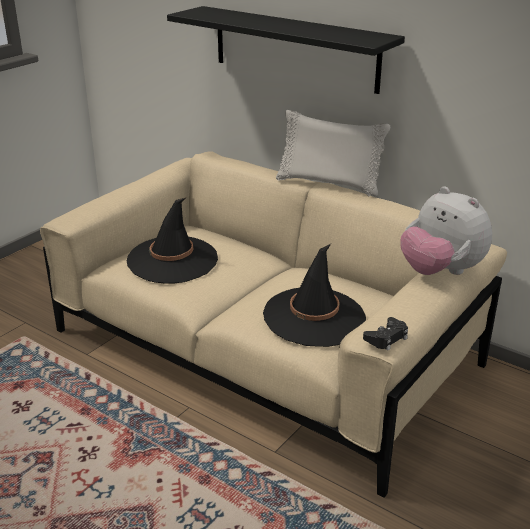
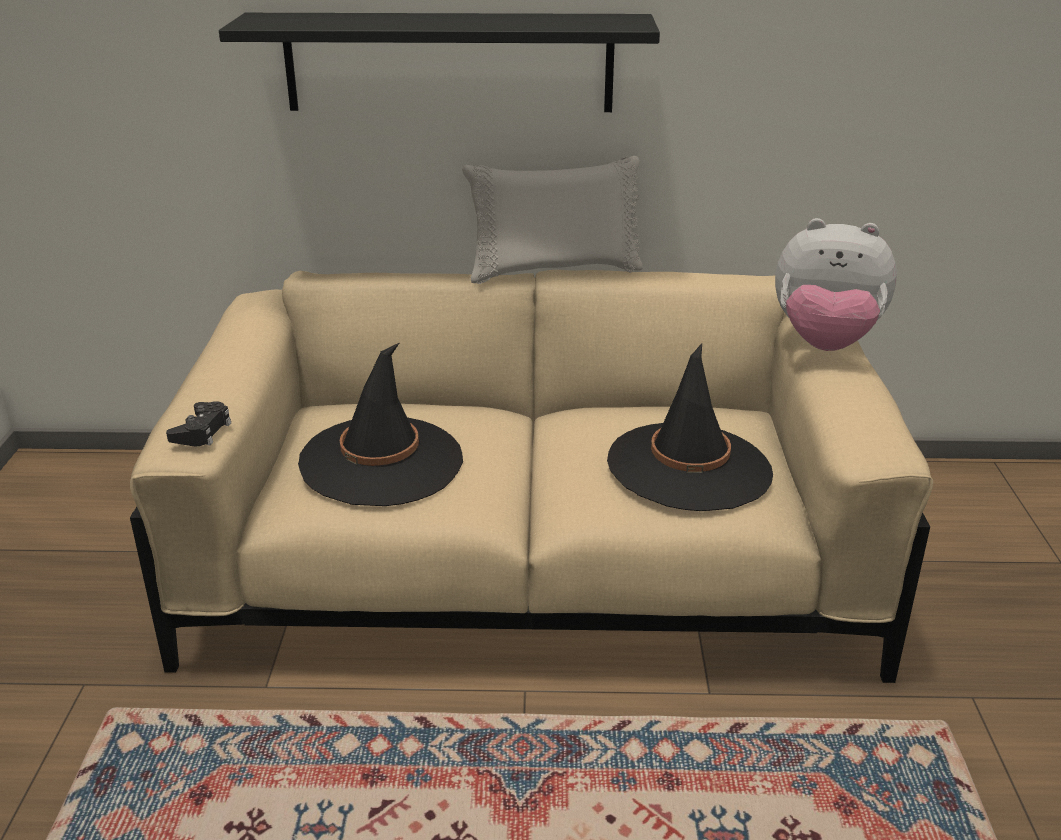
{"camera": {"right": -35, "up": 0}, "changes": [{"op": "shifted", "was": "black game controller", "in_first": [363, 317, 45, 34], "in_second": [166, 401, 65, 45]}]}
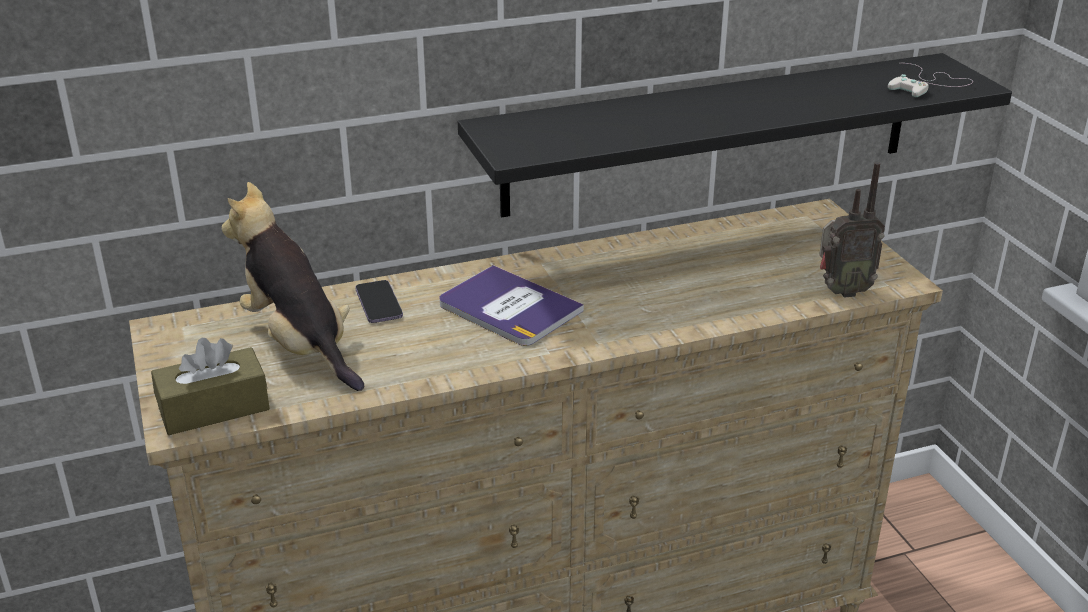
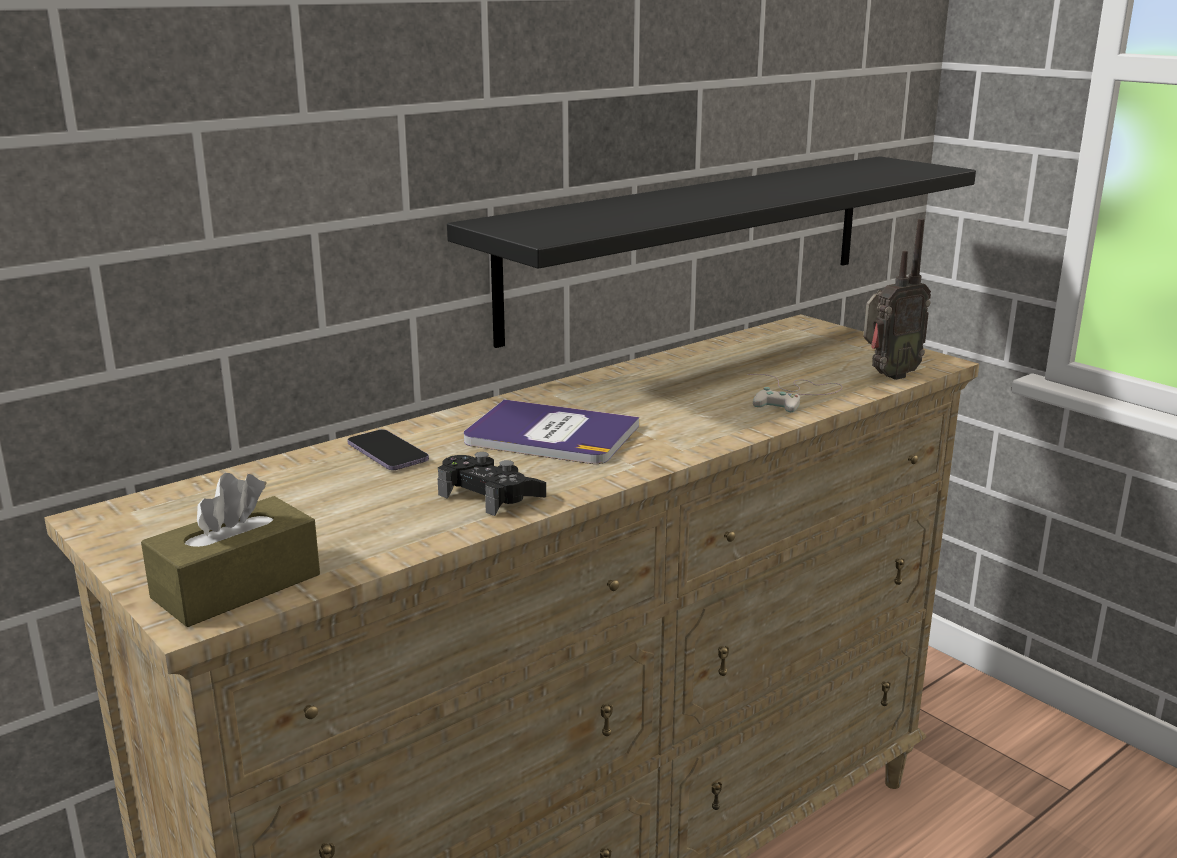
{"camera": {"right": -20, "up": -10}, "changes": [{"op": "gone", "was": "plush toy", "in_first": [222, 182, 142, 209]}, {"op": "shifted", "was": "white game controller", "in_first": [888, 63, 85, 34], "in_second": [747, 374, 95, 38]}, {"op": "new", "now": "black game controller", "in_second": [438, 452, 108, 64]}]}
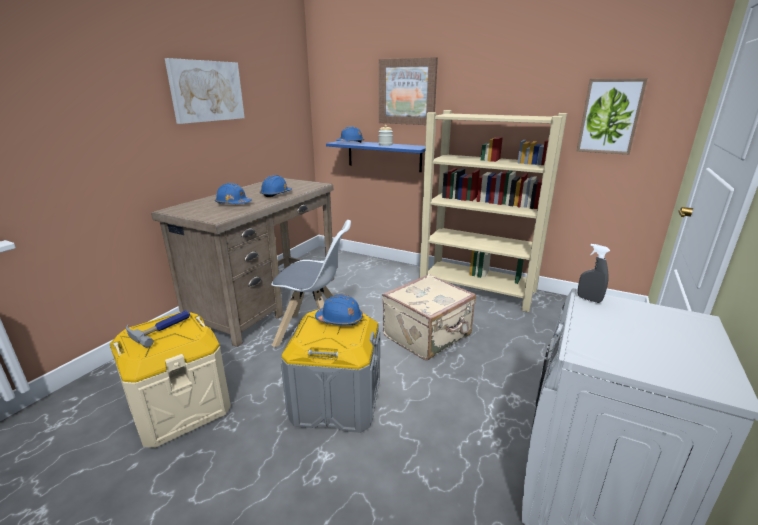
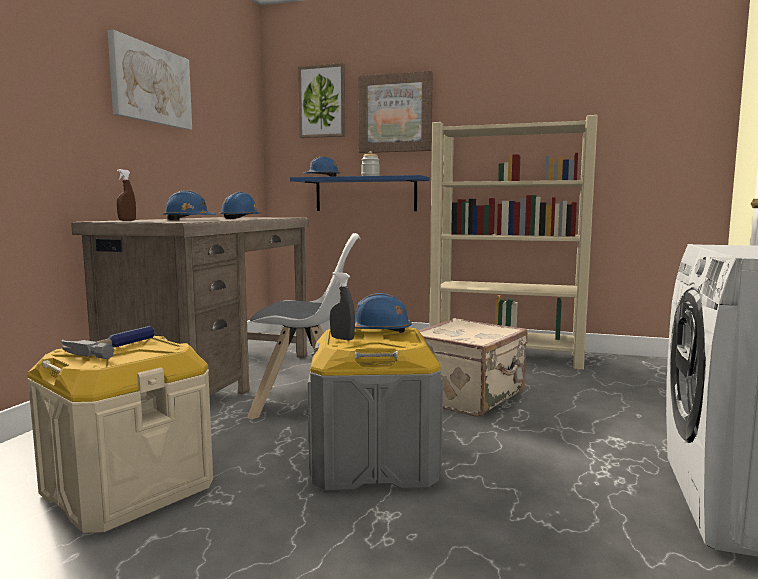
{"camera": {"right": -10, "up": -15}, "changes": [{"op": "shifted", "was": "picture", "in_first": [576, 78, 72, 77], "in_second": [298, 63, 47, 75]}, {"op": "shifted", "was": "grey spray bottle", "in_first": [578, 244, 32, 59], "in_second": [330, 272, 25, 69]}, {"op": "new", "now": "brown spray bottle", "in_second": [117, 169, 19, 52]}]}
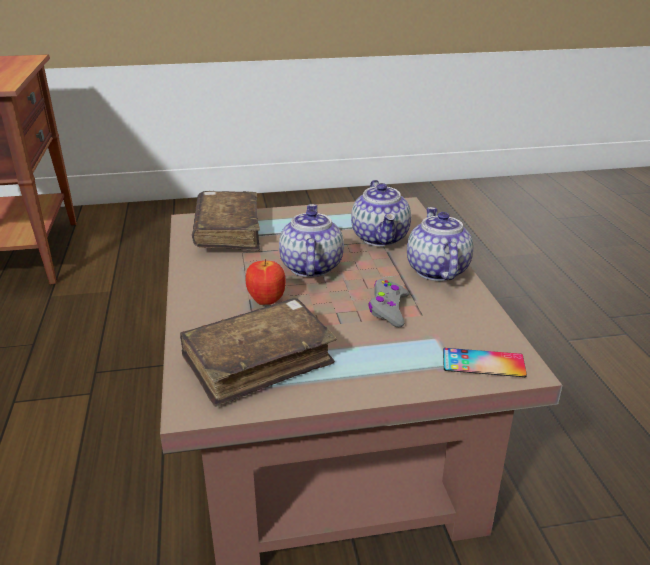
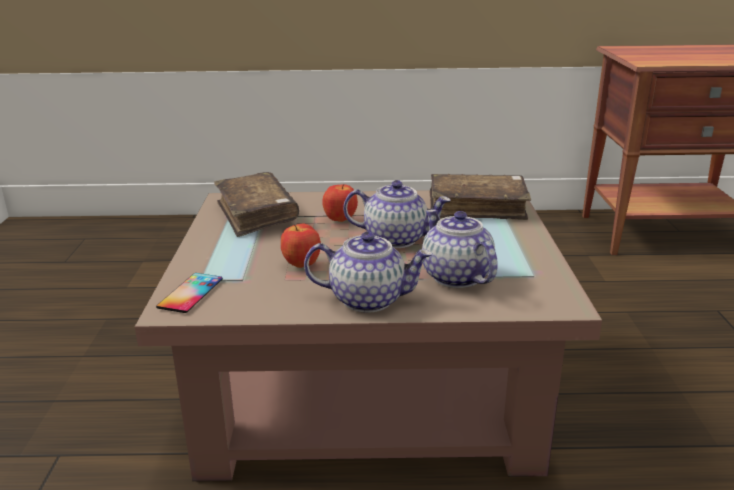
{"camera": {"right": 100, "up": -5}, "changes": [{"op": "rotated", "was": "teapot", "in_first": [351, 180, 60, 66], "in_second": [422, 210, 76, 78], "clockwise": 60}, {"op": "swapped", "was": "grey game controller", "now": "apple", "in_first": [368, 279, 42, 48], "in_second": [281, 223, 40, 45]}]}
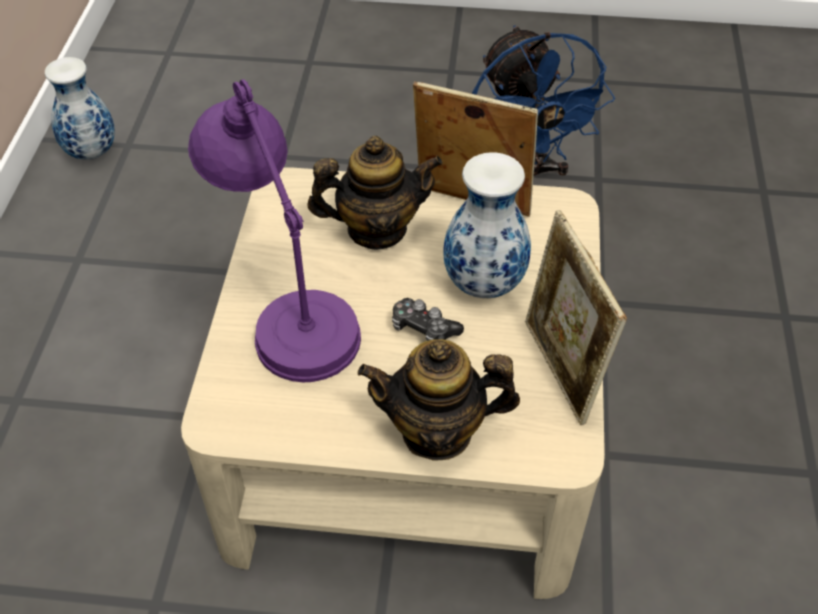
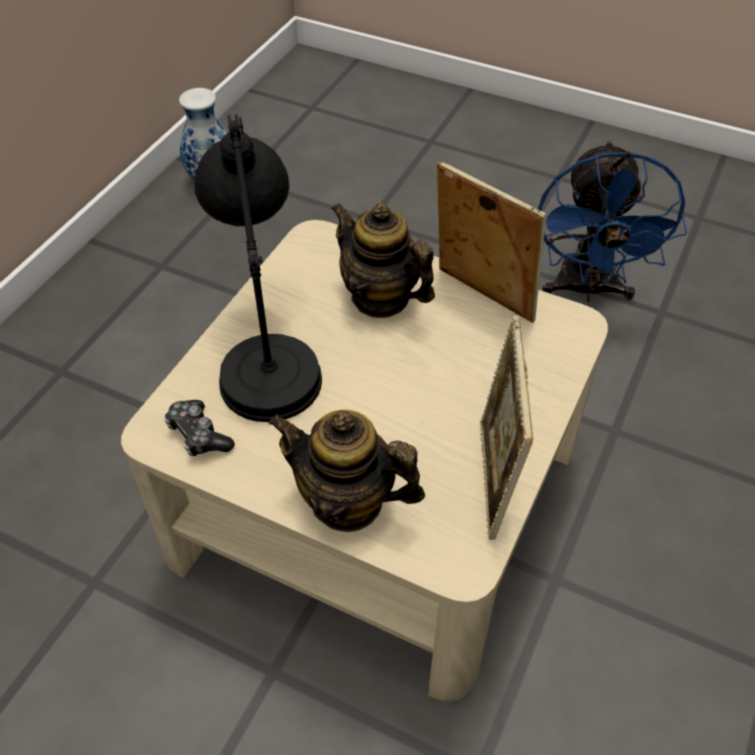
{"camera": {"right": 20, "up": 0}, "changes": [{"op": "repainted", "was": "purple table lamp", "now": "black table lamp", "in_first": [188, 79, 173, 303], "in_second": [194, 114, 128, 308]}, {"op": "rotated", "was": "teapot", "in_first": [308, 136, 135, 114], "in_second": [331, 203, 104, 115], "clockwise": -150}, {"op": "shifted", "was": "game controller", "in_first": [392, 298, 72, 43], "in_second": [164, 400, 71, 56]}, {"op": "gone", "was": "vase", "in_first": [443, 152, 88, 146]}]}
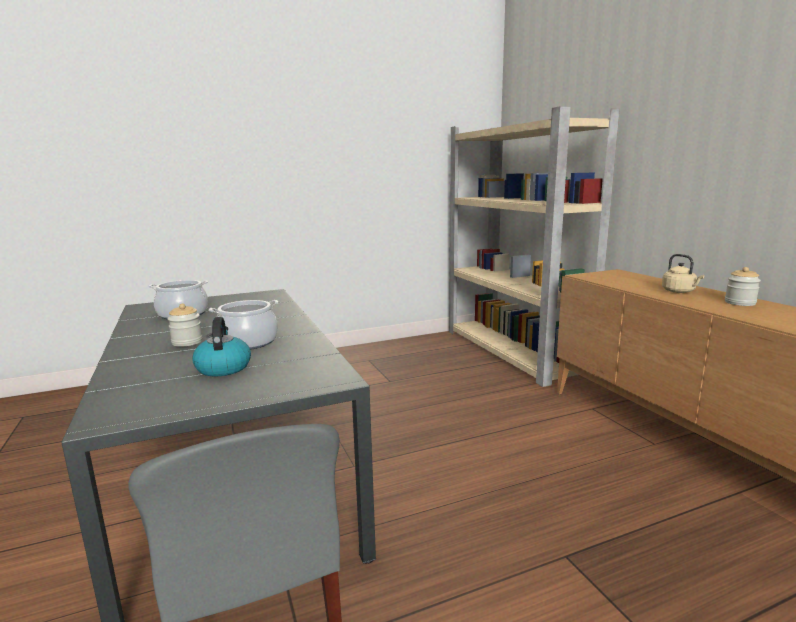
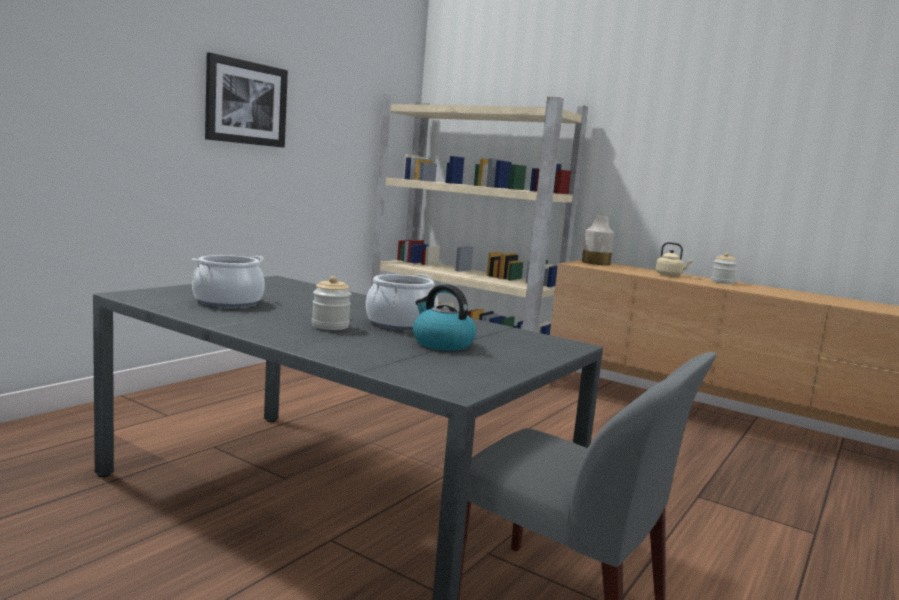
{"camera": {"right": -35, "up": -5}, "changes": [{"op": "new", "now": "picture", "in_second": [205, 52, 83, 96]}, {"op": "new", "now": "beige vase", "in_second": [582, 216, 32, 49]}]}
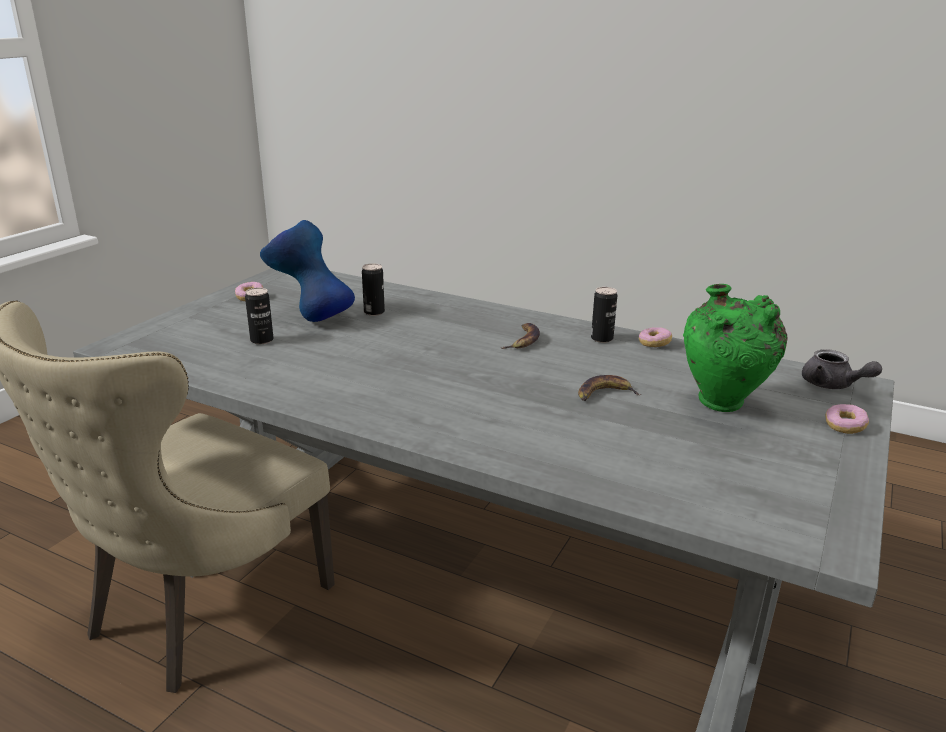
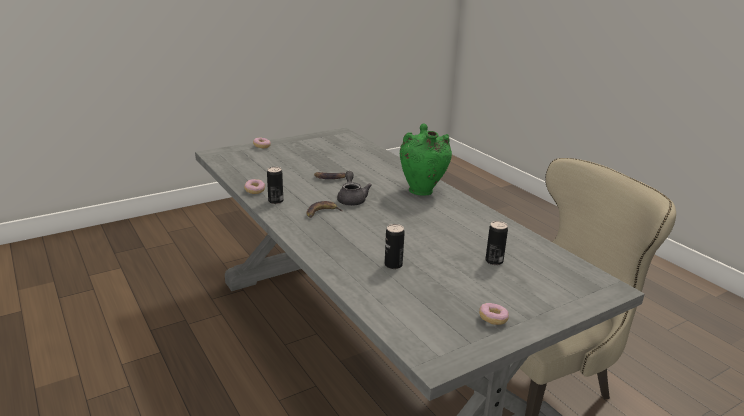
{"camera": {"right": -150, "up": 0}, "changes": [{"op": "gone", "was": "blue vase", "in_first": [260, 220, 95, 102]}, {"op": "shifted", "was": "green vase", "in_first": [683, 284, 105, 128], "in_second": [400, 123, 52, 73]}, {"op": "shifted", "was": "grey teapot", "in_first": [802, 349, 80, 40], "in_second": [337, 171, 35, 35]}]}
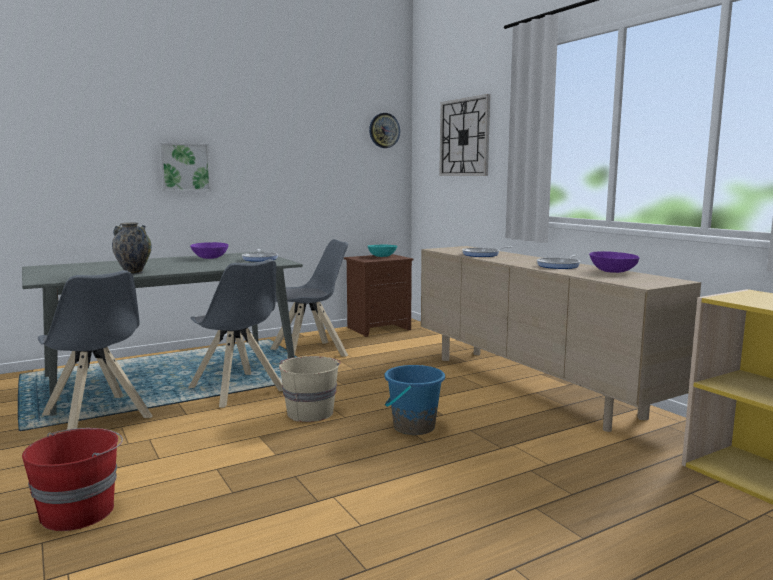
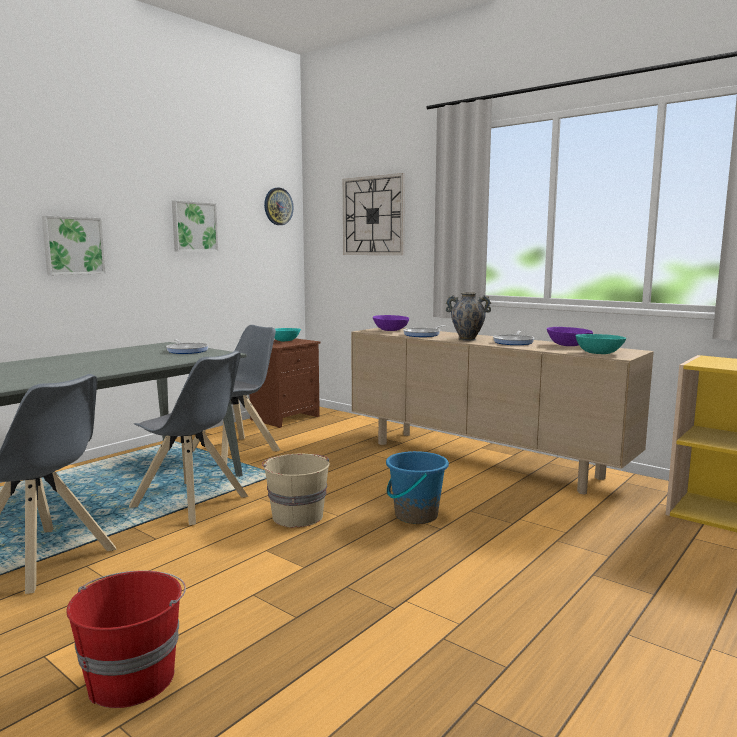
{"camera": {"right": -20, "up": 0}, "changes": [{"op": "shifted", "was": "vase", "in_first": [112, 223, 40, 51], "in_second": [446, 292, 45, 49]}, {"op": "shifted", "was": "purple bowl", "in_first": [190, 242, 39, 17], "in_second": [373, 315, 36, 16]}, {"op": "new", "now": "picture", "in_second": [172, 201, 46, 51]}, {"op": "new", "now": "turquoise bowl", "in_second": [576, 334, 50, 20]}]}
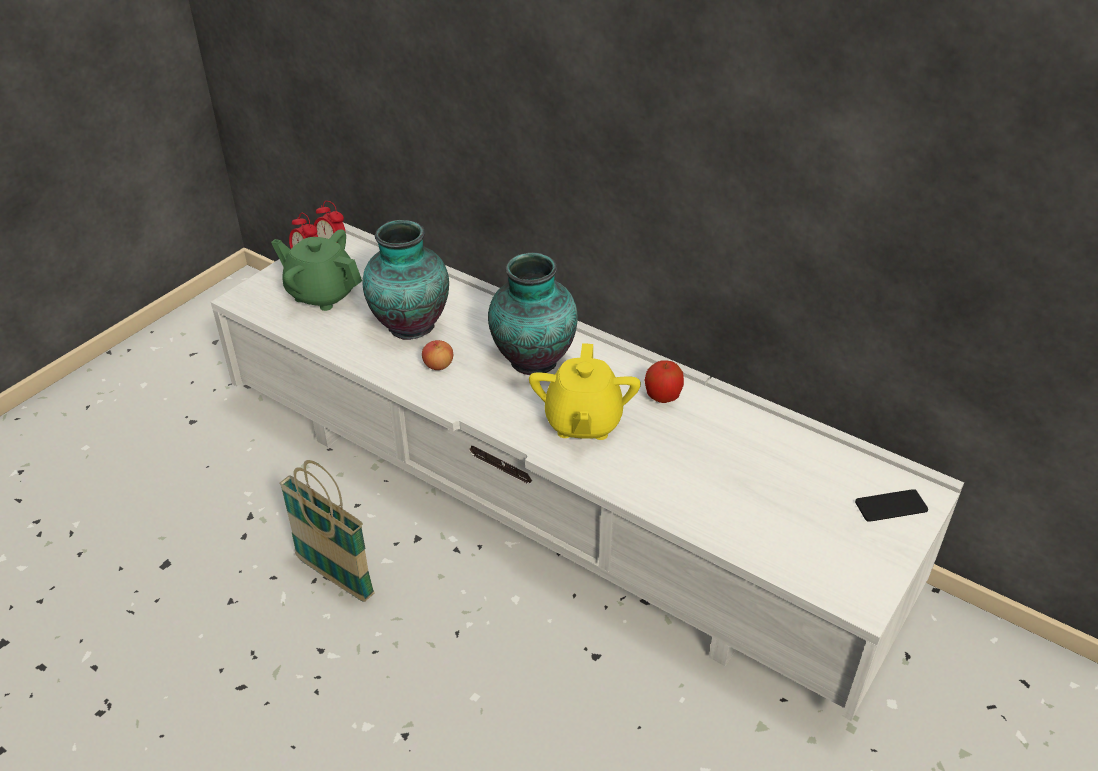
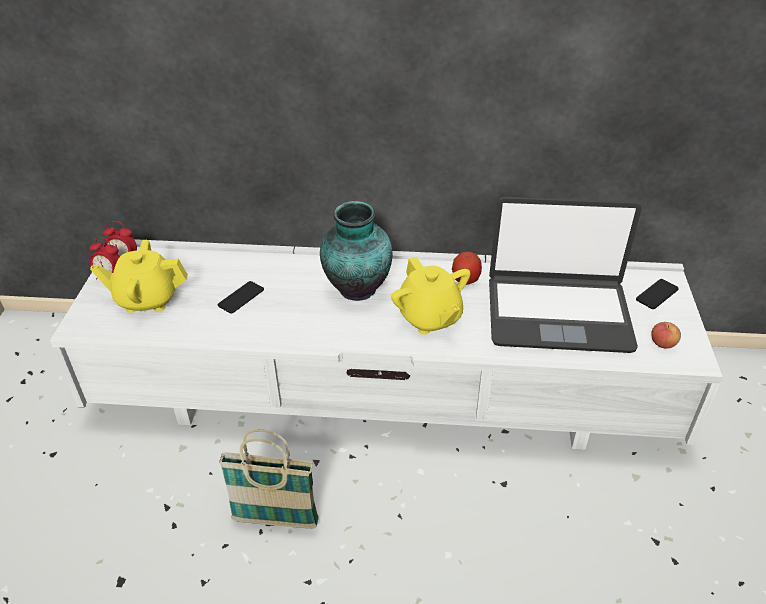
{"camera": {"right": -30, "up": 0}, "changes": [{"op": "repainted", "was": "green teapot", "now": "yellow teapot", "in_first": [271, 229, 91, 82], "in_second": [90, 240, 98, 73]}, {"op": "swapped", "was": "vase", "now": "phone", "in_first": [362, 220, 87, 120], "in_second": [218, 281, 46, 33]}, {"op": "shifted", "was": "apple", "in_first": [422, 340, 31, 30], "in_second": [651, 322, 30, 27]}, {"op": "new", "now": "laptop", "in_second": [489, 197, 153, 156]}]}
